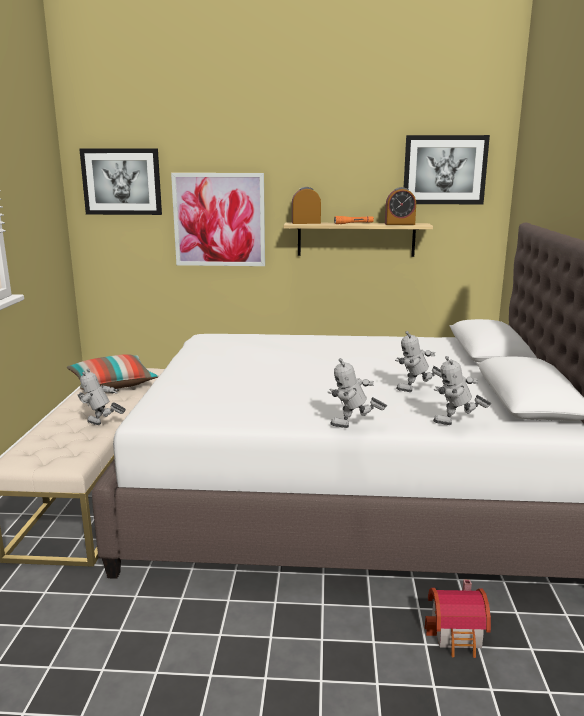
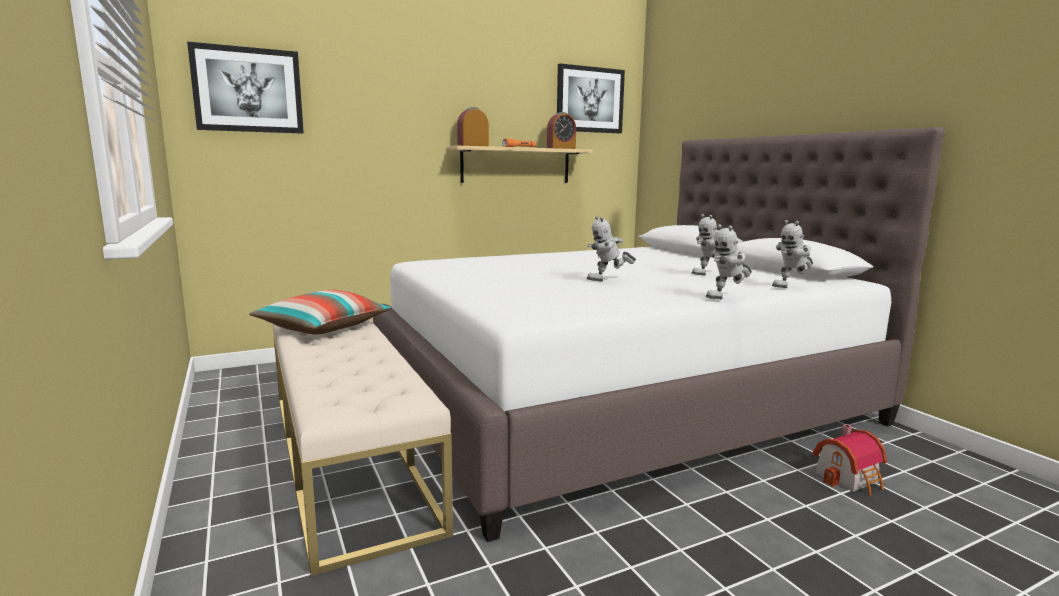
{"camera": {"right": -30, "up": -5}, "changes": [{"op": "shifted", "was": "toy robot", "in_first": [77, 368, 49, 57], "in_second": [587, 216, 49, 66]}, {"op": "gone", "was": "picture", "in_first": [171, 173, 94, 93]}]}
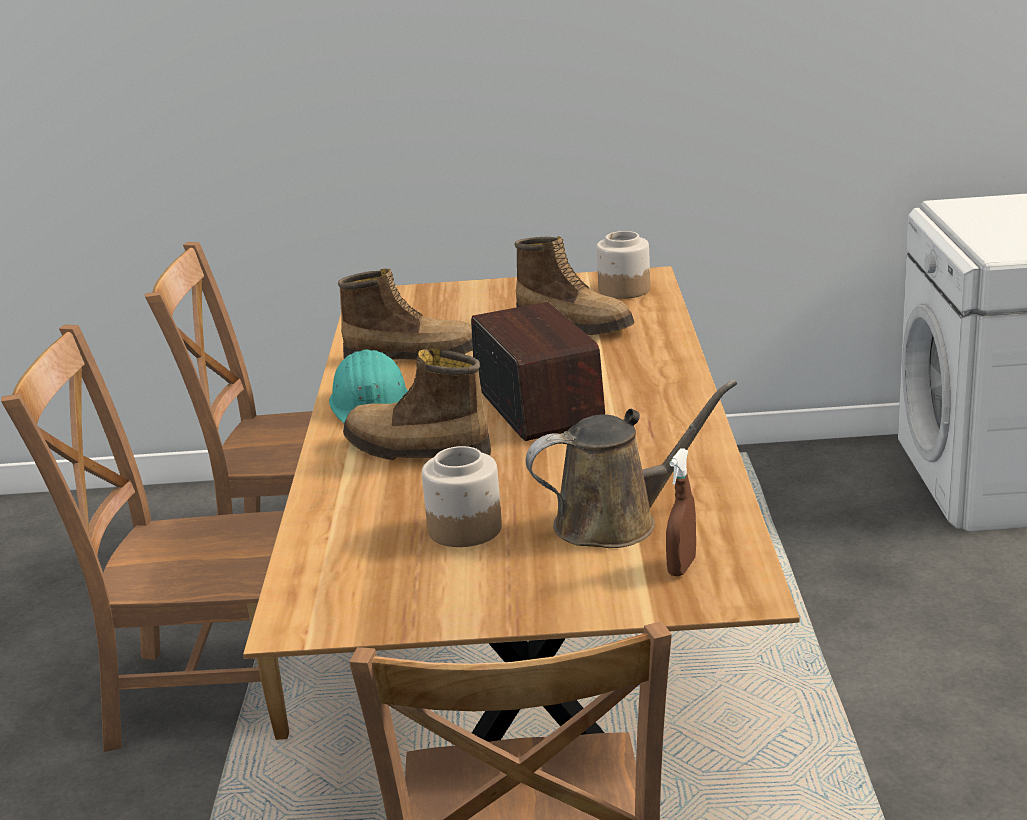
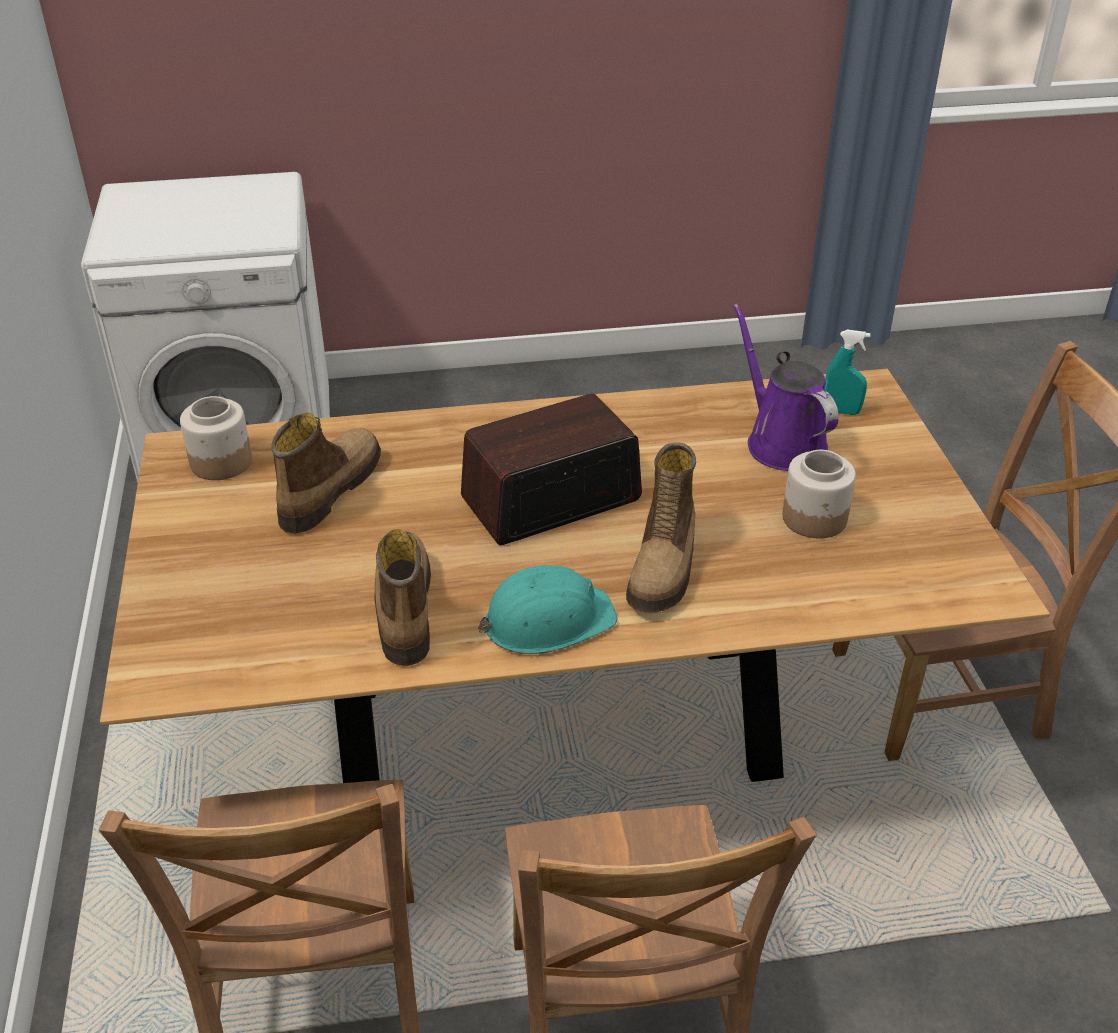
{"camera": {"right": -100, "up": 15}, "changes": [{"op": "repainted", "was": "brown watering can", "now": "purple watering can", "in_first": [525, 380, 212, 168], "in_second": [733, 304, 106, 167]}, {"op": "repainted", "was": "brown spray bottle", "now": "turquoise spray bottle", "in_first": [666, 448, 30, 128], "in_second": [825, 329, 46, 86]}]}
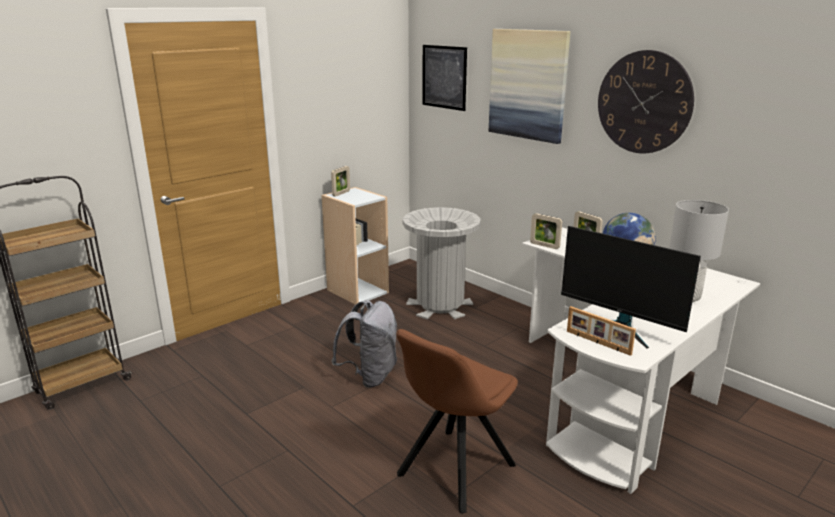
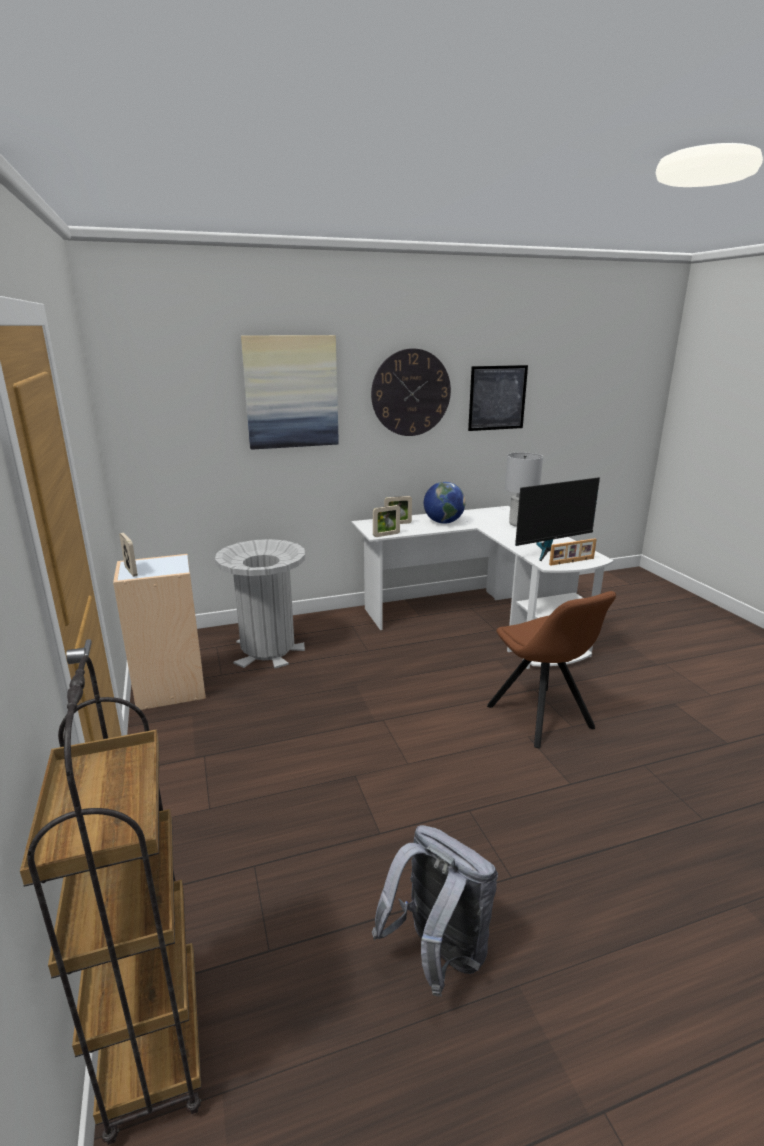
{"camera": {"right": -65, "up": 0}, "changes": [{"op": "shifted", "was": "grey backpack", "in_first": [331, 300, 66, 88], "in_second": [372, 825, 126, 172]}, {"op": "shifted", "was": "picture", "in_first": [422, 45, 45, 66], "in_second": [468, 365, 60, 66]}]}
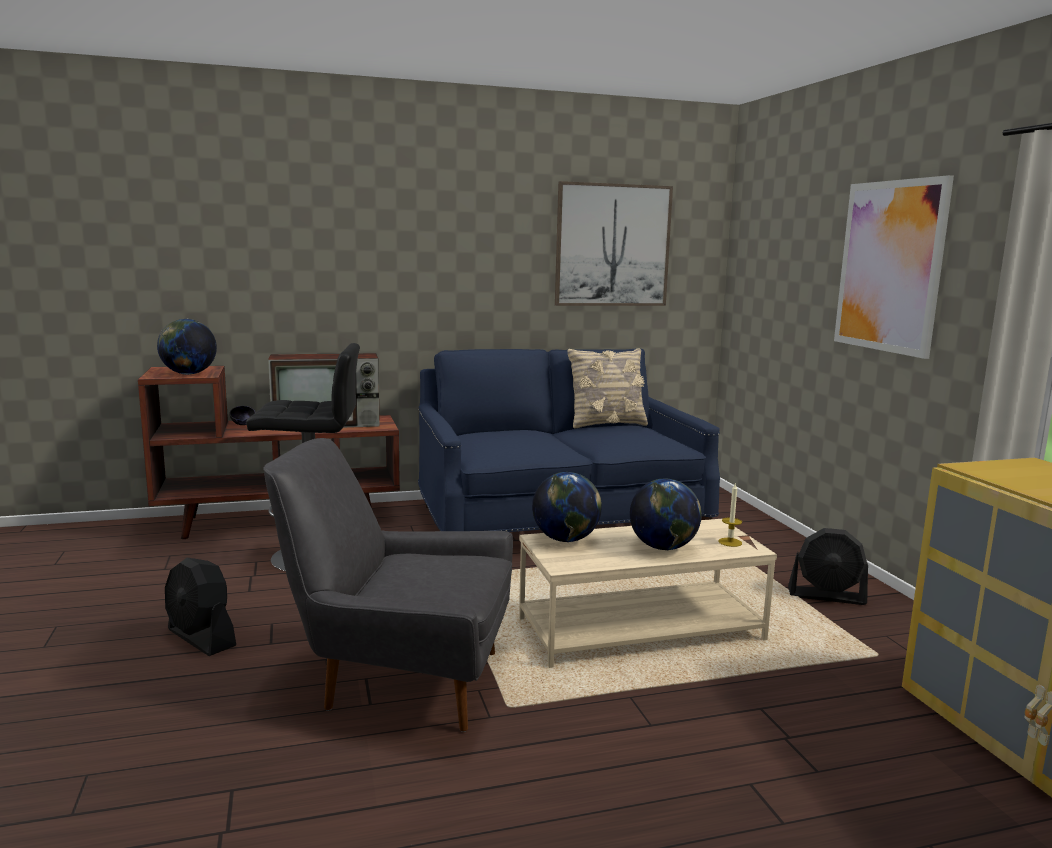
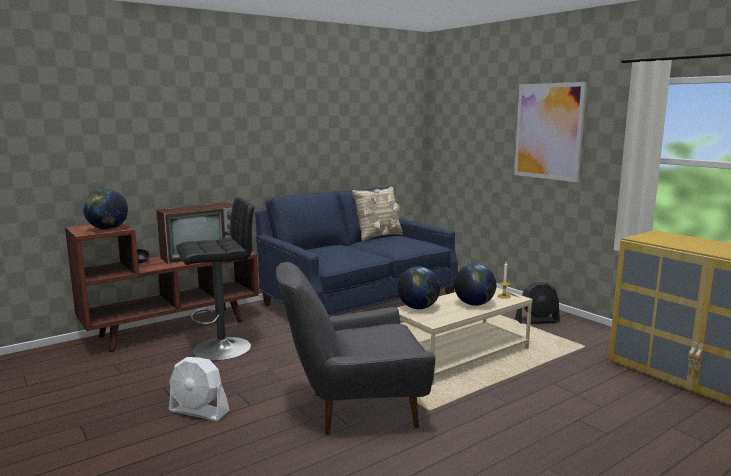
{"camera": {"right": -20, "up": 0}, "changes": [{"op": "repainted", "was": "black fan", "now": "white fan", "in_first": [165, 558, 71, 98], "in_second": [169, 357, 61, 64]}, {"op": "gone", "was": "picture", "in_first": [555, 181, 118, 125]}]}
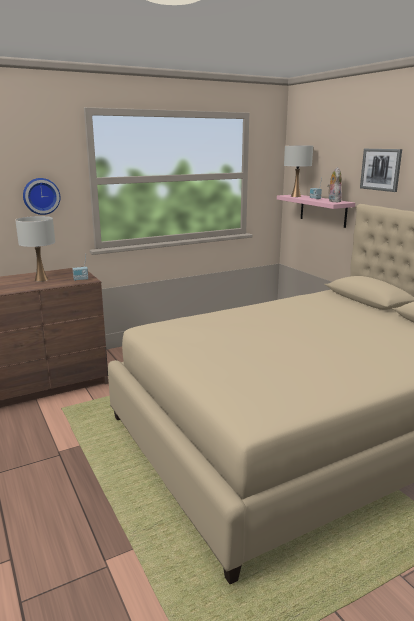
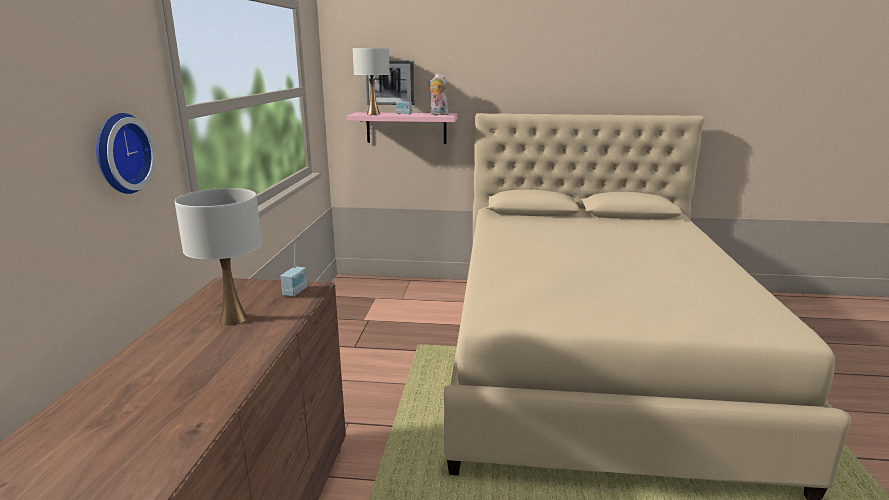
{"camera": {"right": -55, "up": 0}, "changes": [{"op": "shifted", "was": "picture", "in_first": [360, 149, 42, 43], "in_second": [365, 61, 49, 44]}]}
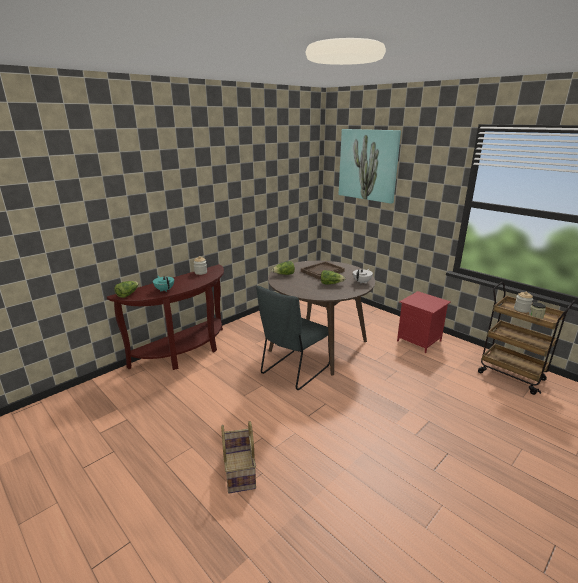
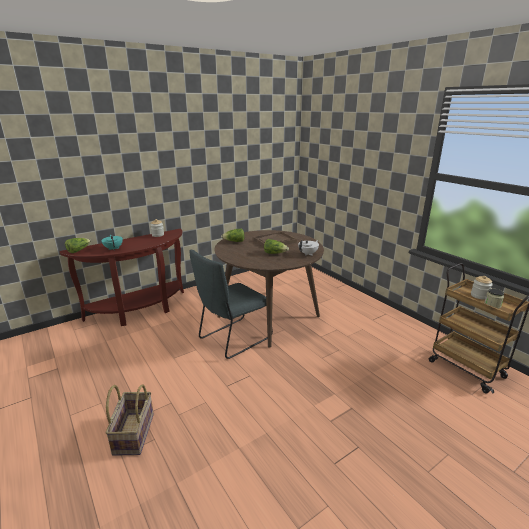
{"camera": {"right": 10, "up": 0}, "changes": [{"op": "gone", "was": "picture", "in_first": [339, 129, 62, 75]}, {"op": "gone", "was": "red nightstand", "in_first": [397, 291, 54, 62]}]}
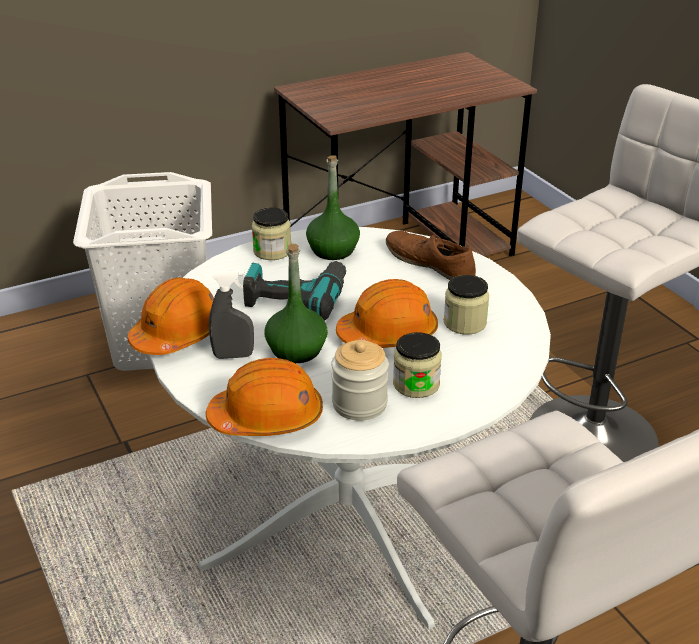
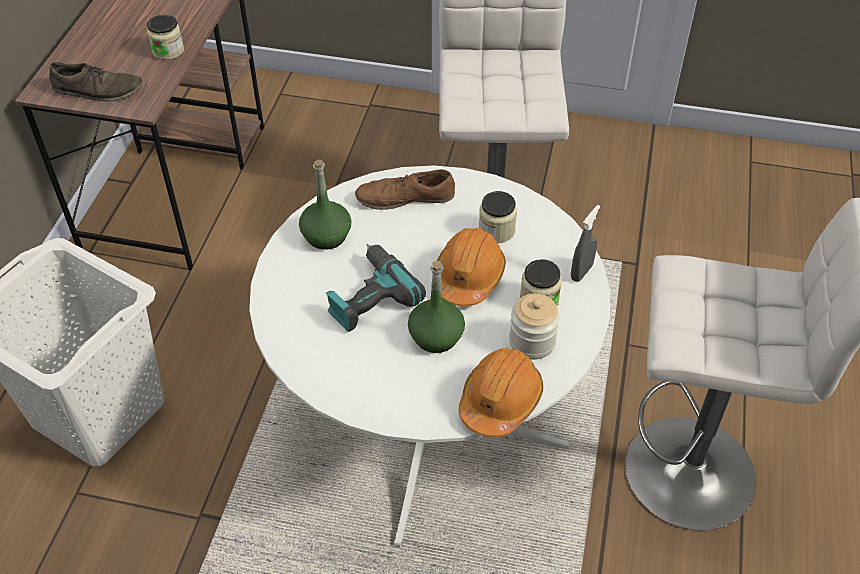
{"camera": {"right": -50, "up": 15}, "changes": [{"op": "gone", "was": "orange hard hat", "in_first": [128, 277, 86, 78]}, {"op": "shifted", "was": "grey spray bottle", "in_first": [209, 270, 45, 89], "in_second": [571, 205, 29, 77]}, {"op": "shifted", "was": "jar", "in_first": [252, 207, 39, 53], "in_second": [147, 15, 37, 45]}, {"op": "new", "now": "brown shoe", "in_second": [49, 62, 94, 40]}]}
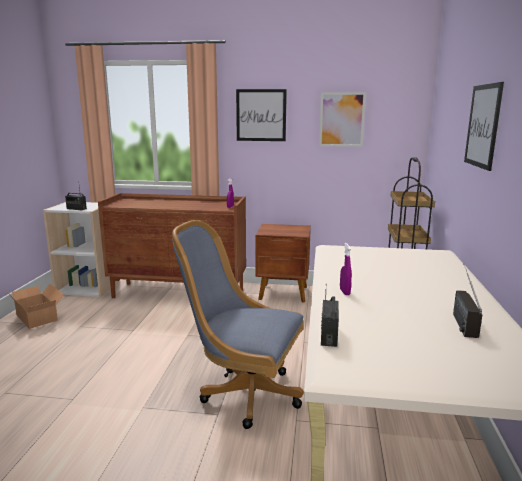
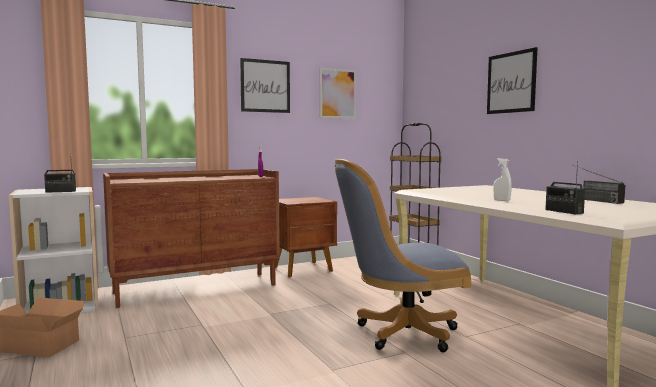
{"camera": {"right": -35, "up": -10}, "changes": [{"op": "repainted", "was": "purple spray bottle", "now": "white spray bottle", "in_first": [340, 243, 12, 52], "in_second": [493, 158, 19, 43]}]}
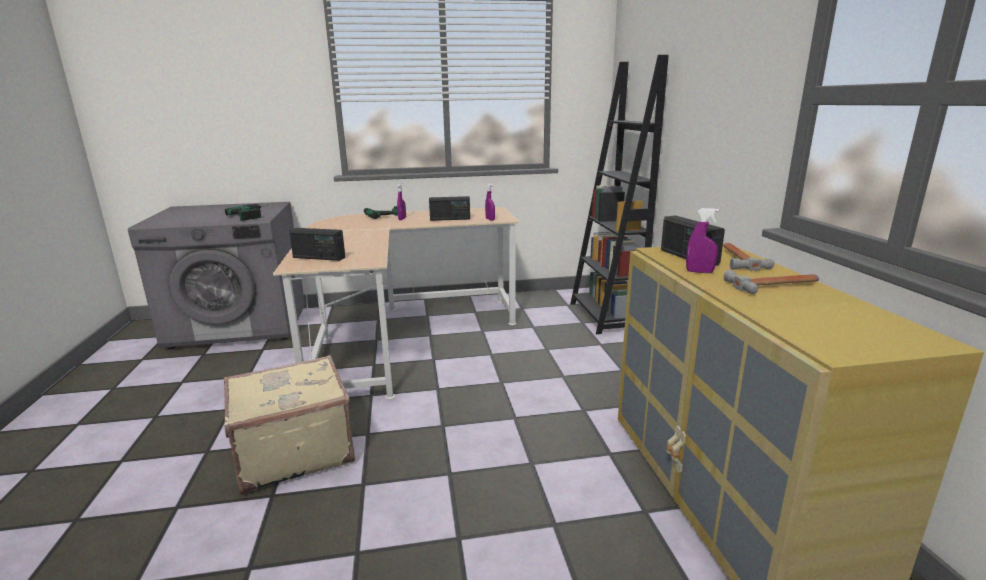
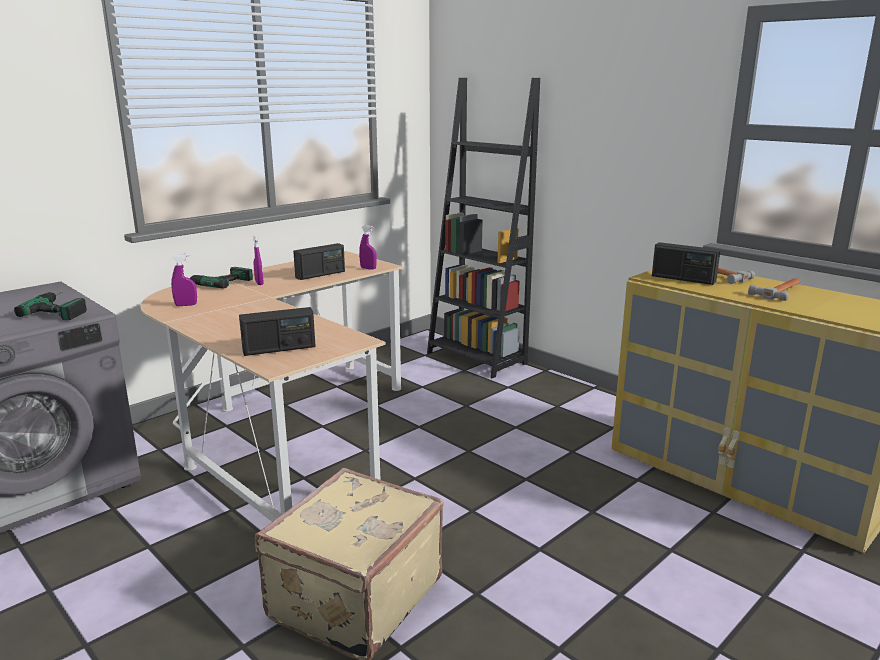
{"camera": {"right": -35, "up": 0}, "changes": [{"op": "shifted", "was": "purple spray bottle", "in_first": [686, 208, 33, 65], "in_second": [171, 254, 26, 52]}]}
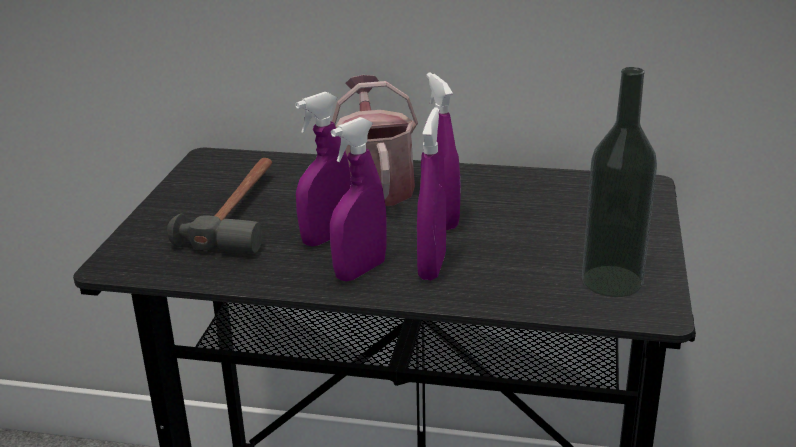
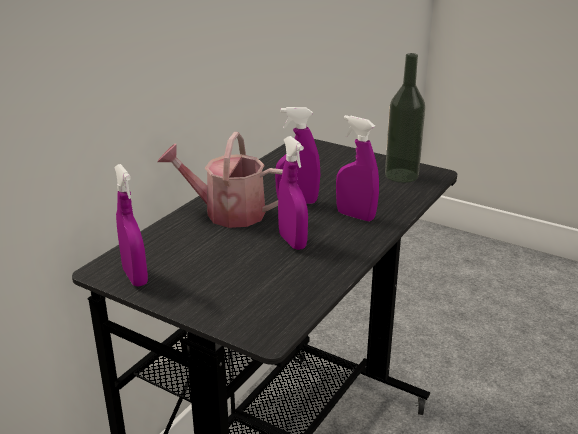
{"camera": {"right": -70, "up": 0}, "changes": [{"op": "gone", "was": "hammer", "in_first": [167, 158, 105, 95]}, {"op": "shifted", "was": "purple spray bottle", "in_first": [330, 117, 57, 164], "in_second": [114, 164, 34, 122]}]}
